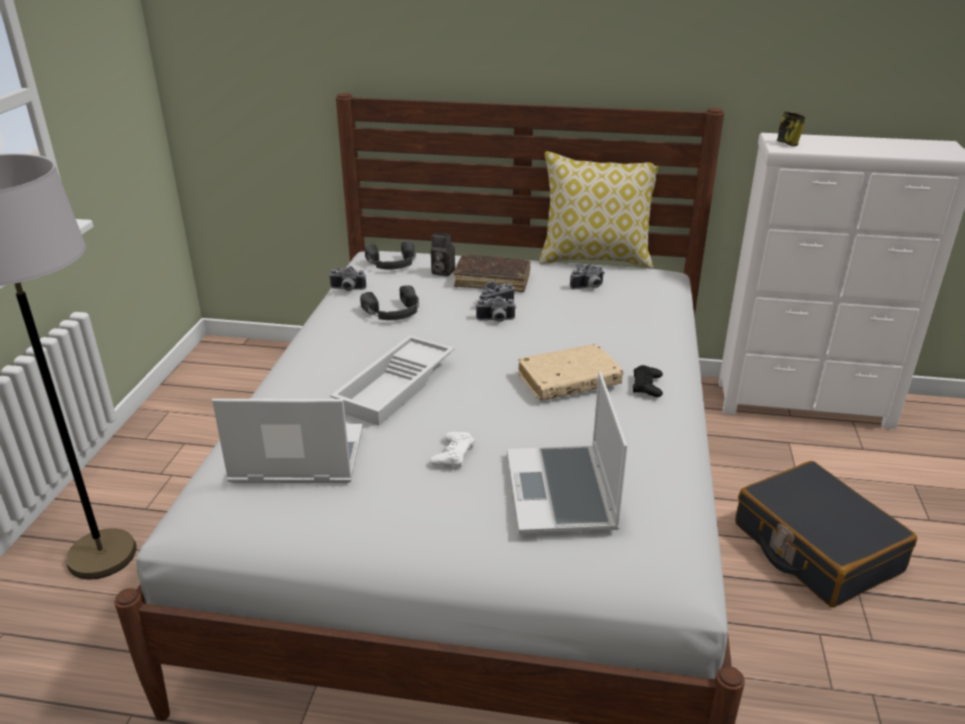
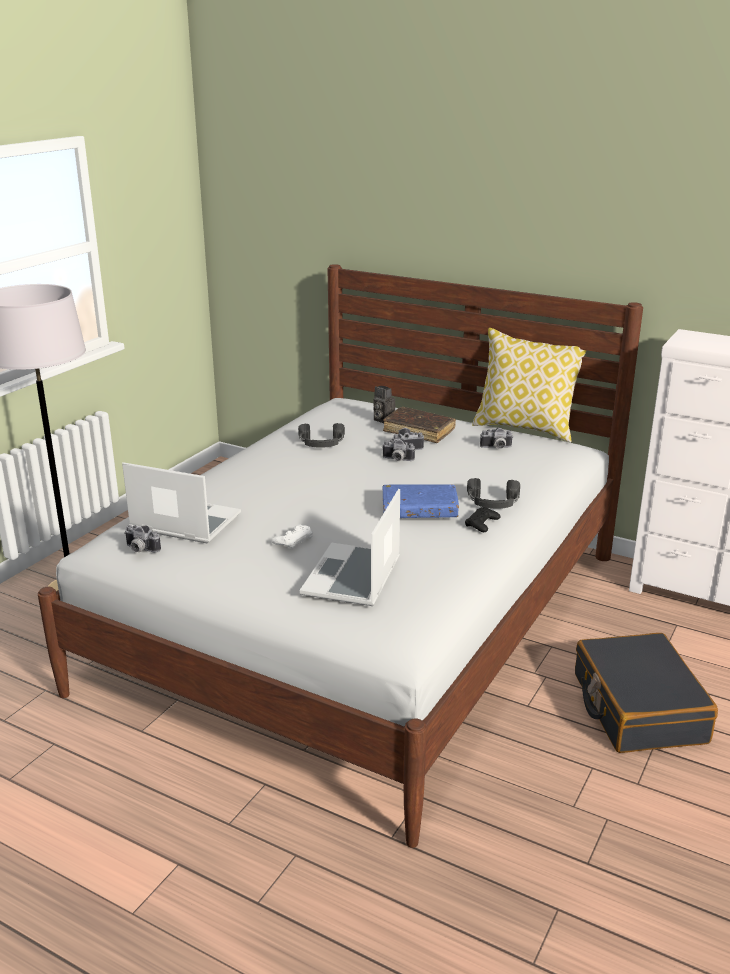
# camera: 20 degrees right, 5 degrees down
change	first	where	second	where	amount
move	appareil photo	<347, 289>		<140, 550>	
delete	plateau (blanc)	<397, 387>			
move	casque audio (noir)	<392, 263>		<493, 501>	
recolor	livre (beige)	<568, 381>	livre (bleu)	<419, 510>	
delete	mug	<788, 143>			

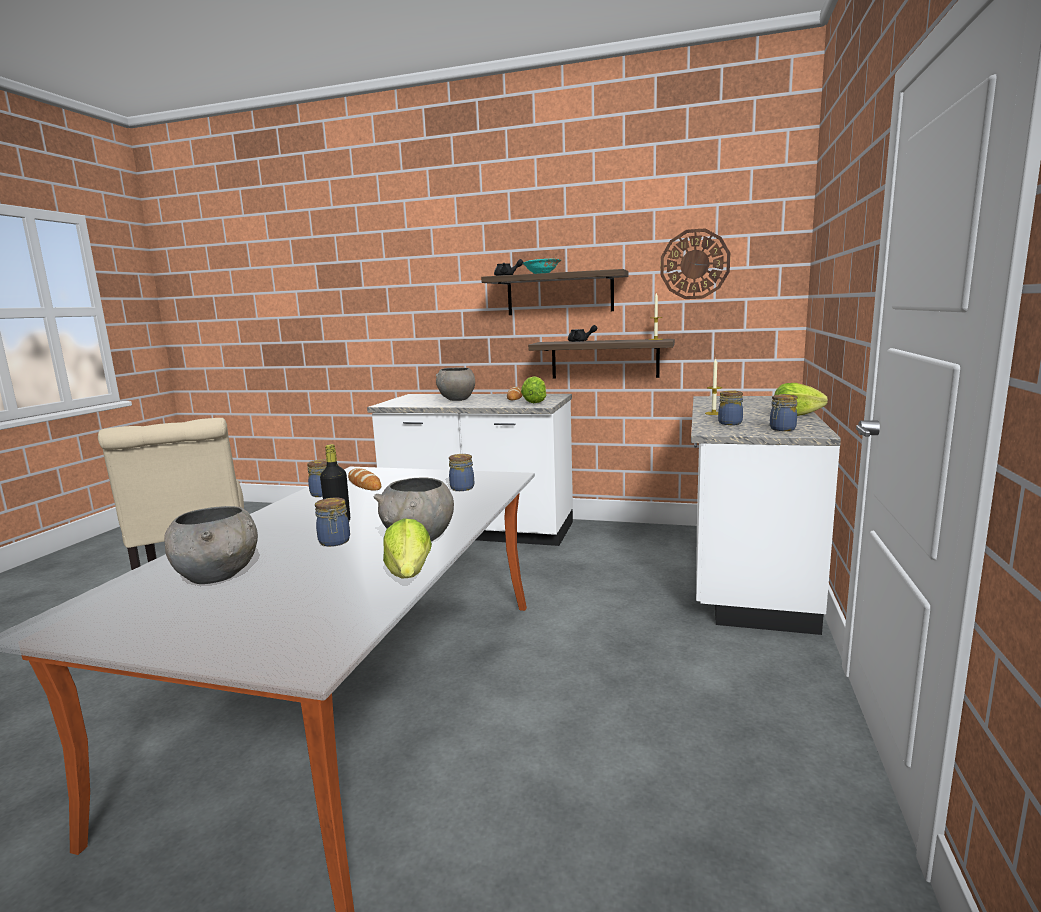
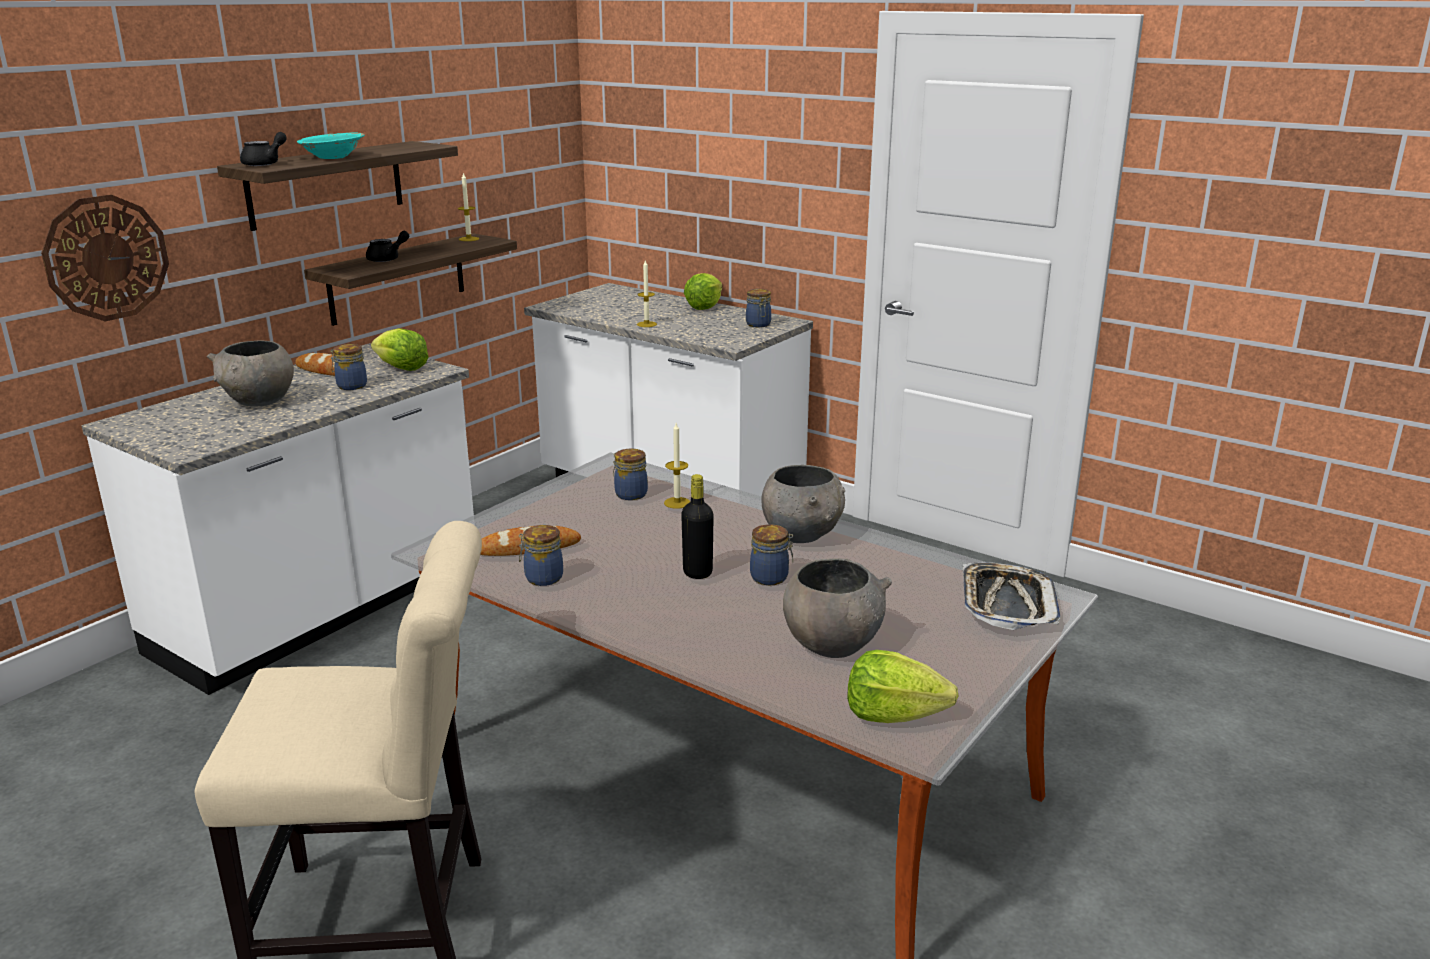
# camera: 70 degrees left, 10 degrees up
change	first	where	second	where	amount
move	laitue	<409, 573>		<893, 715>	
move	horloge murale	<694, 264>		<106, 258>	
move	bocal	<729, 423>		<350, 386>	
insert			bougie	<677, 503>	
insert			plateau	<1006, 604>	

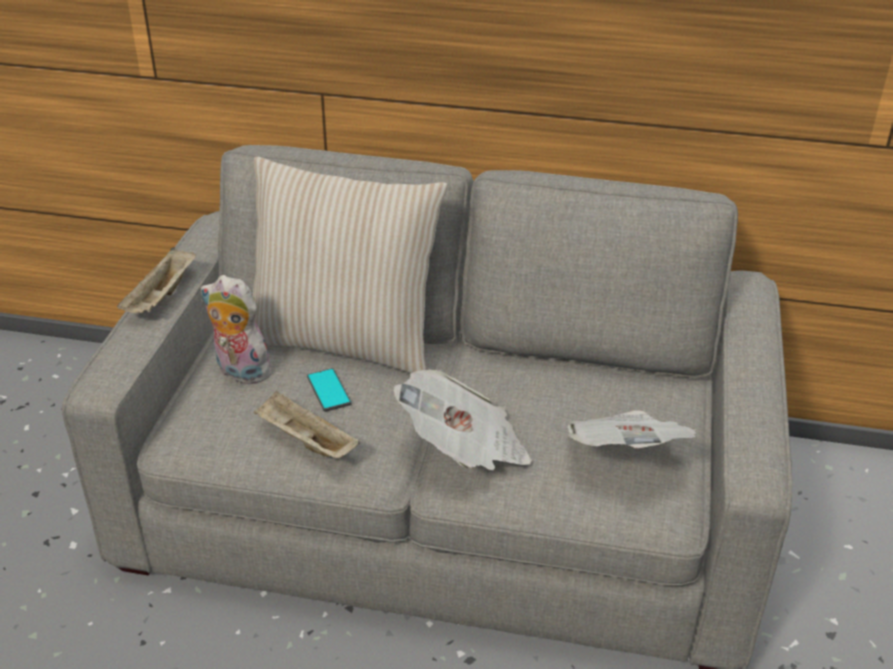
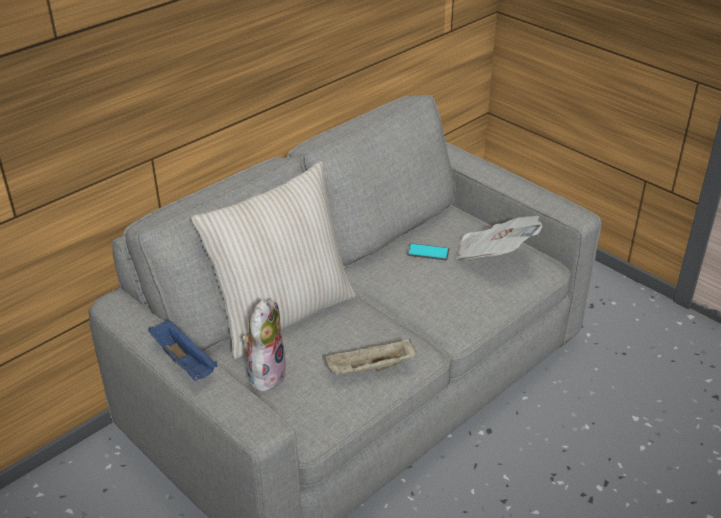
# camera: 55 degrees left, 0 degrees up
change	first	where	second	where	amount
recolor	plateau (beige)	<161, 298>	plateau (bleu)	<185, 362>	
rotate	peluche	<239, 372>		<265, 373>	135 degrees clockwise
move	téléphone	<329, 390>		<428, 252>	
delete	journal	<464, 449>			

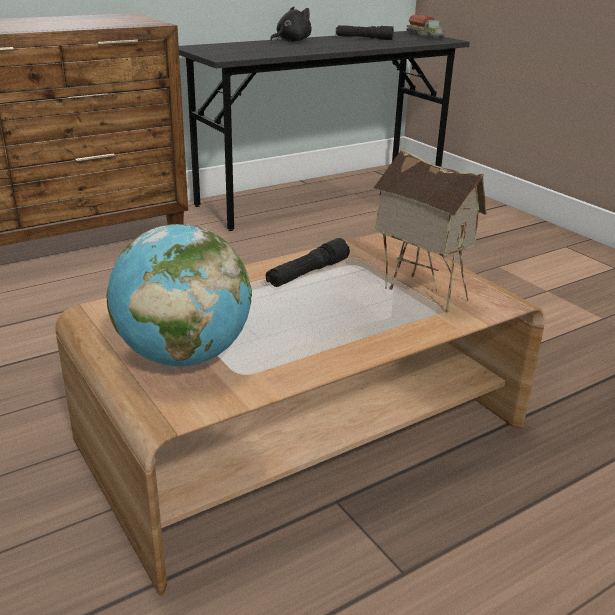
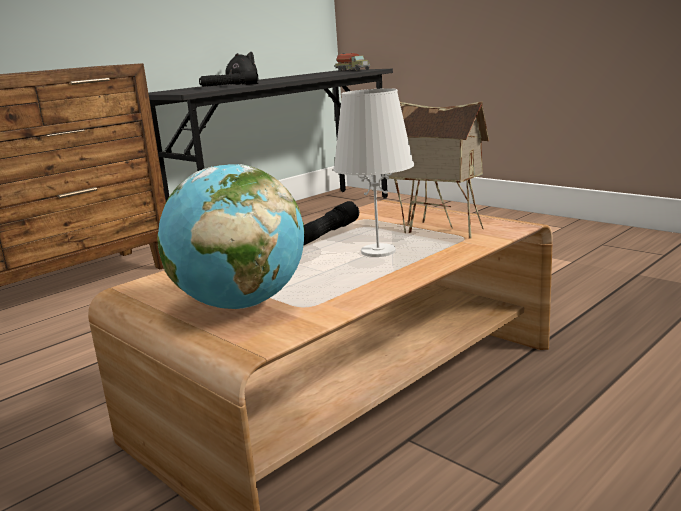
# camera: 10 degrees left, 10 degrees down
change	first	where	second	where	amount
move	lampe de poche (noir)	<364, 38>		<229, 86>	
insert			lampe de table (blanc)	<377, 251>	

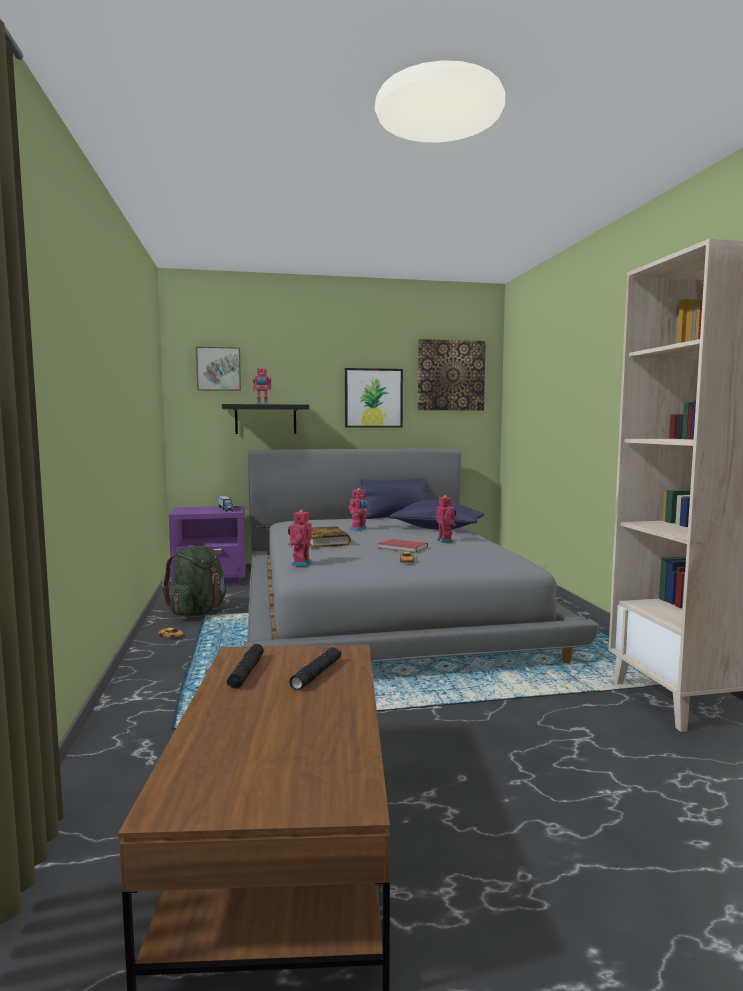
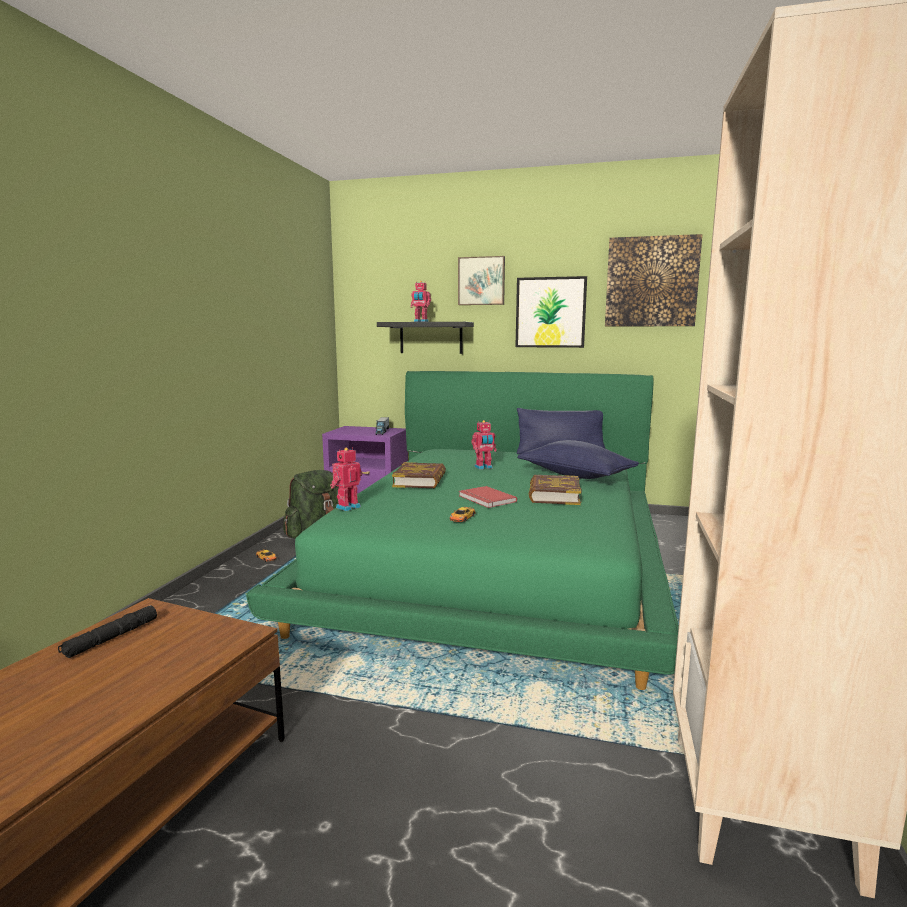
# camera: 25 degrees right, 5 degrees up
change	first	where	second	where	amount
move	tableau	<218, 369>		<481, 281>	
recolor	lit (gris)	<383, 607>	lit (vert)	<496, 560>	
delete	lampe de poche (noir)	<317, 674>			
replace	robot jouet	<445, 541>	livre	<554, 495>	

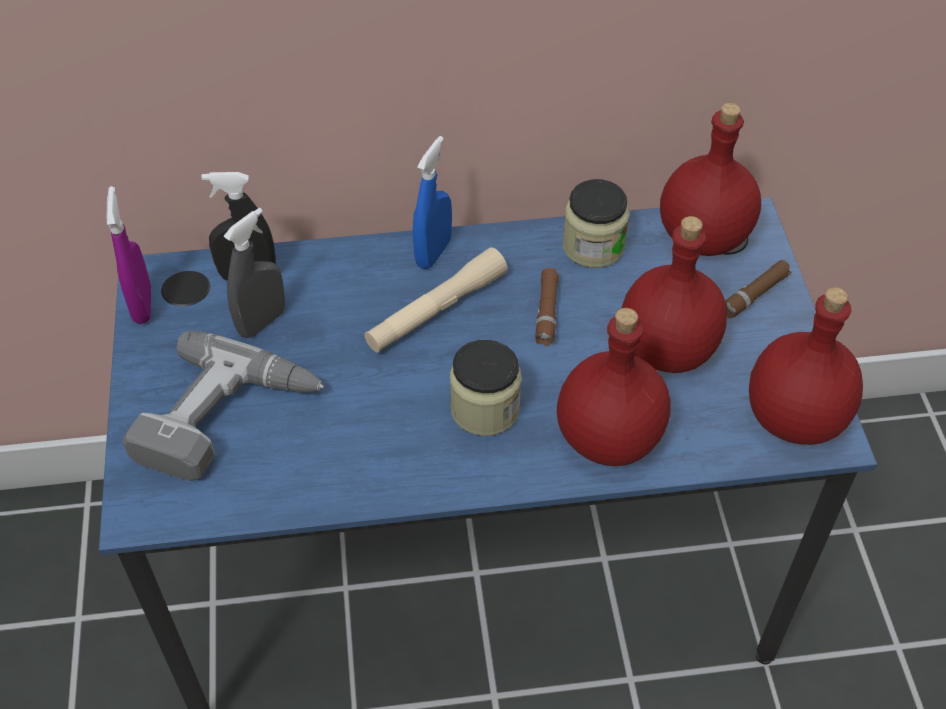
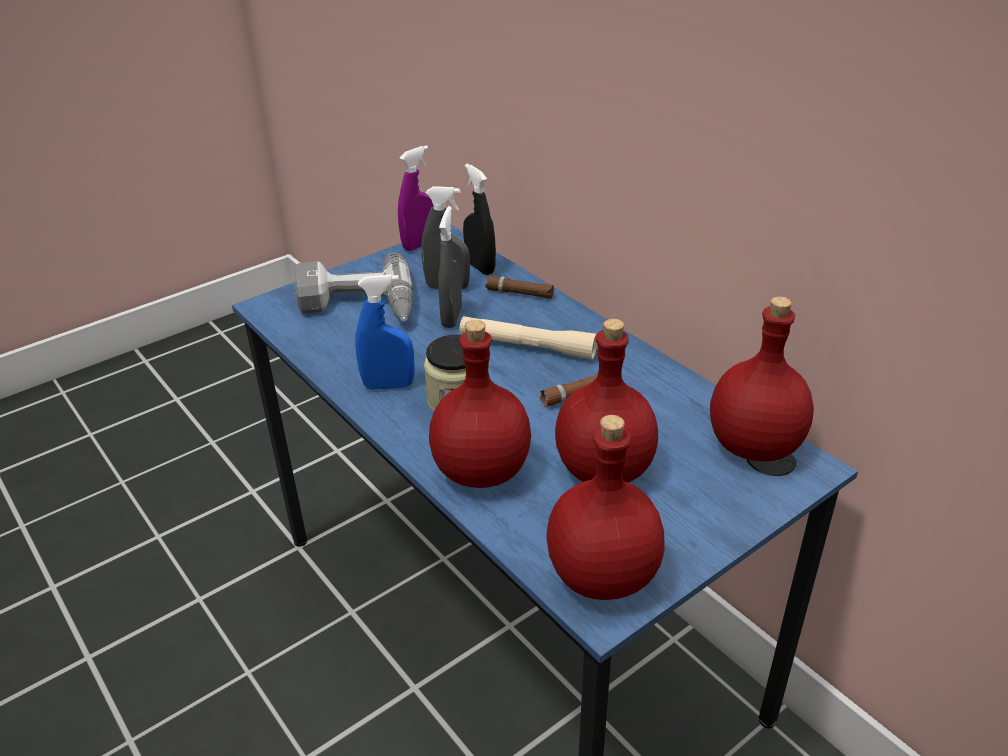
# camera: 60 degrees right, 15 degrees down
change	first	where	second	where	amount
move	vaporisateur (bleu)	<433, 253>		<388, 385>	
delete	bocal	<593, 246>			
move	lampe de poche (marron)	<754, 294>		<519, 293>	
insert			vaporisateur (gris)	<451, 318>	

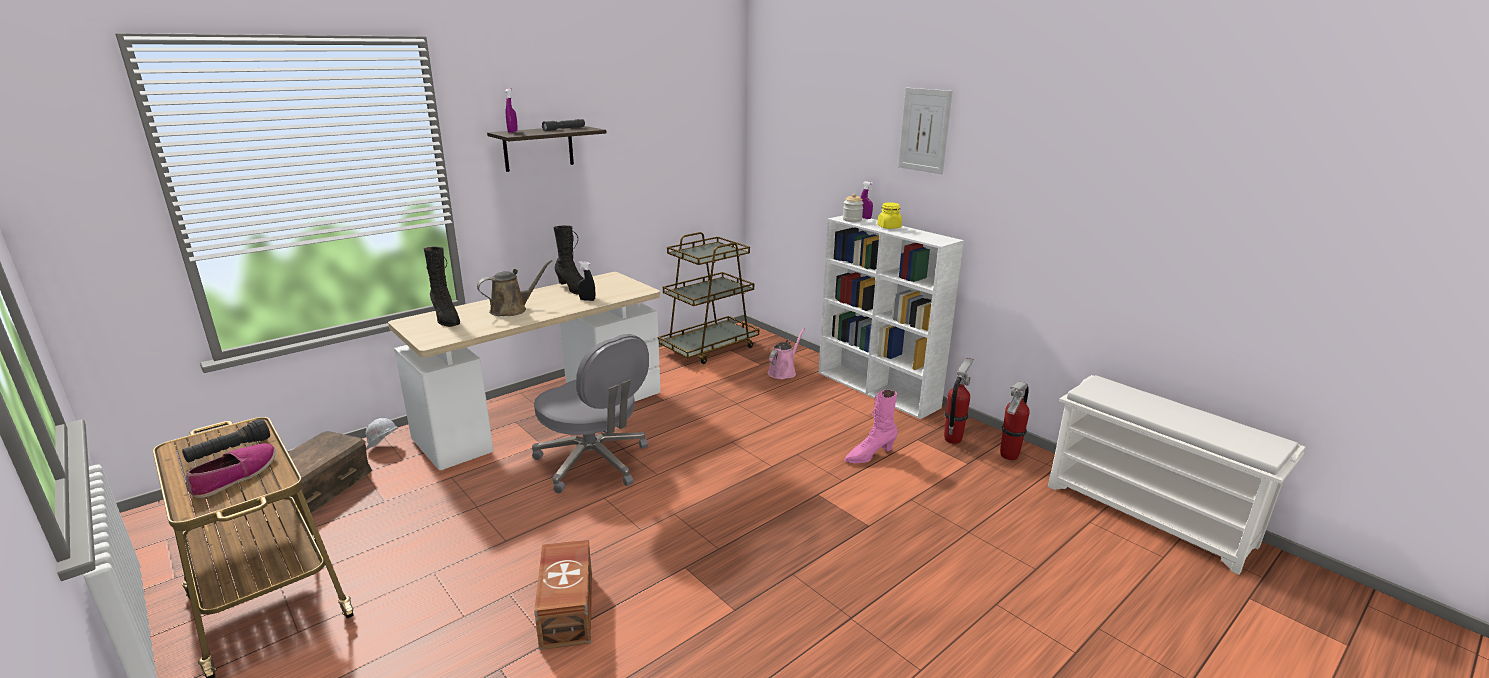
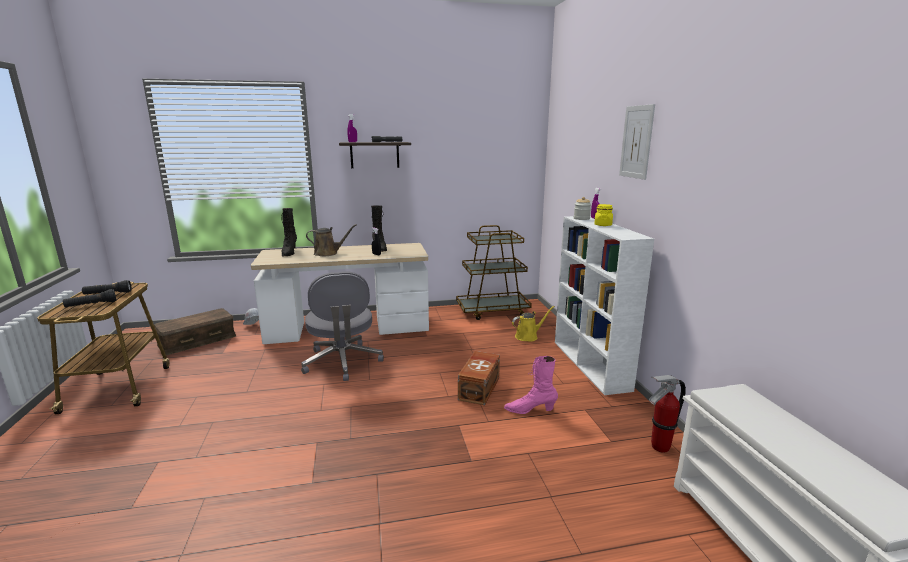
# camera: 30 degrees right, 5 degrees down
change	first	where	second	where	amount
replace	chaussure	<236, 476>	lampe de poche (noir)	<91, 305>	
move	boîte de rangement (marron)	<568, 609>		<480, 388>	
recolor	arrosoir (rose)	<783, 372>	arrosoir (jaune)	<528, 336>	
delete	extincteur	<953, 439>			

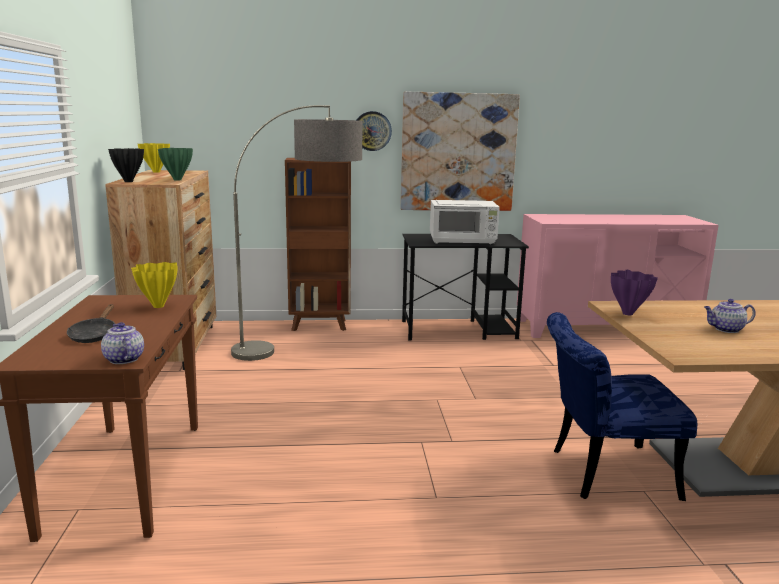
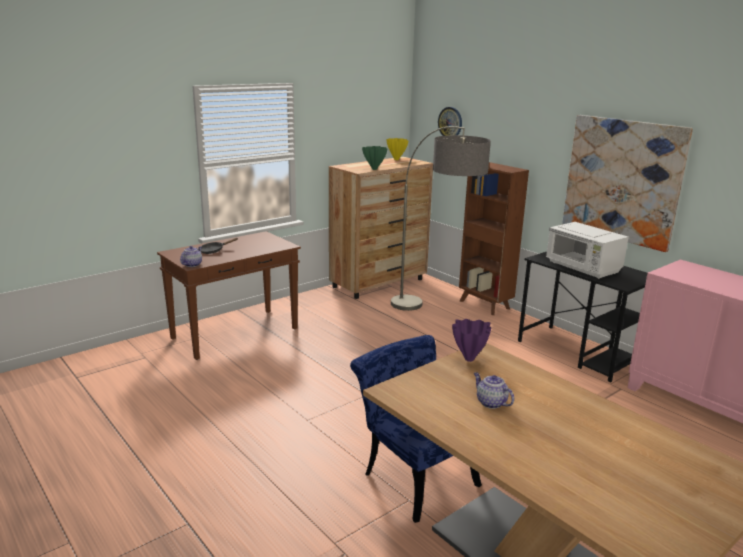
# camera: 55 degrees right, 5 degrees up
change	first	where	second	where	amount
delete	vase (noir)	<129, 181>			
delete	vase (jaune)	<157, 306>			
move	horloge murale	<372, 131>		<450, 122>	

